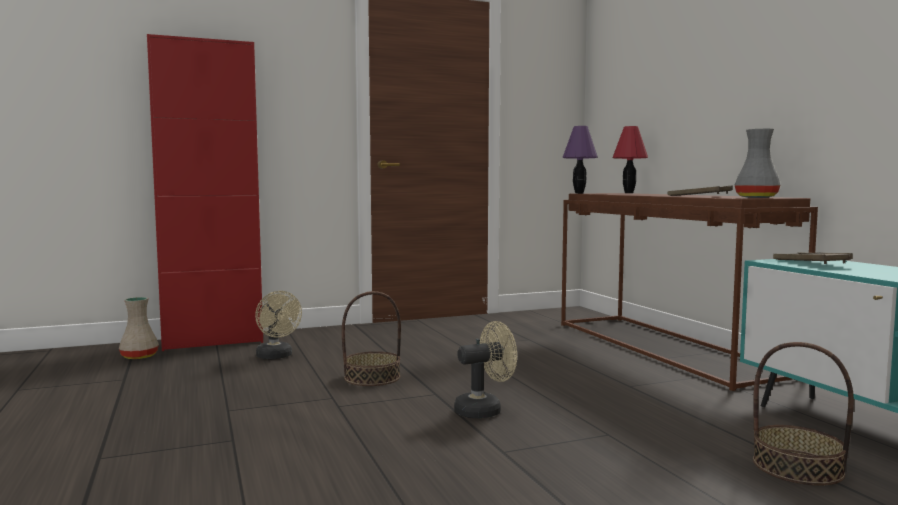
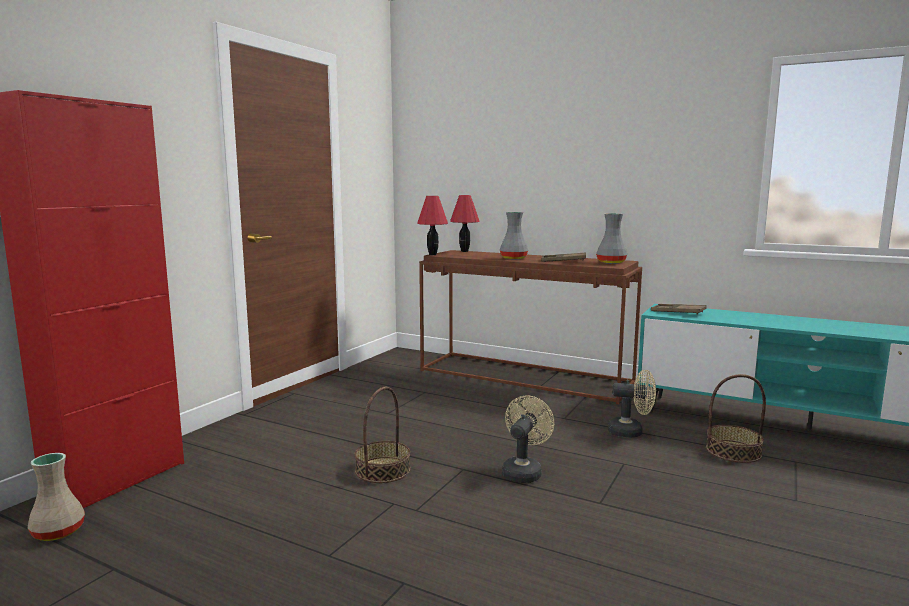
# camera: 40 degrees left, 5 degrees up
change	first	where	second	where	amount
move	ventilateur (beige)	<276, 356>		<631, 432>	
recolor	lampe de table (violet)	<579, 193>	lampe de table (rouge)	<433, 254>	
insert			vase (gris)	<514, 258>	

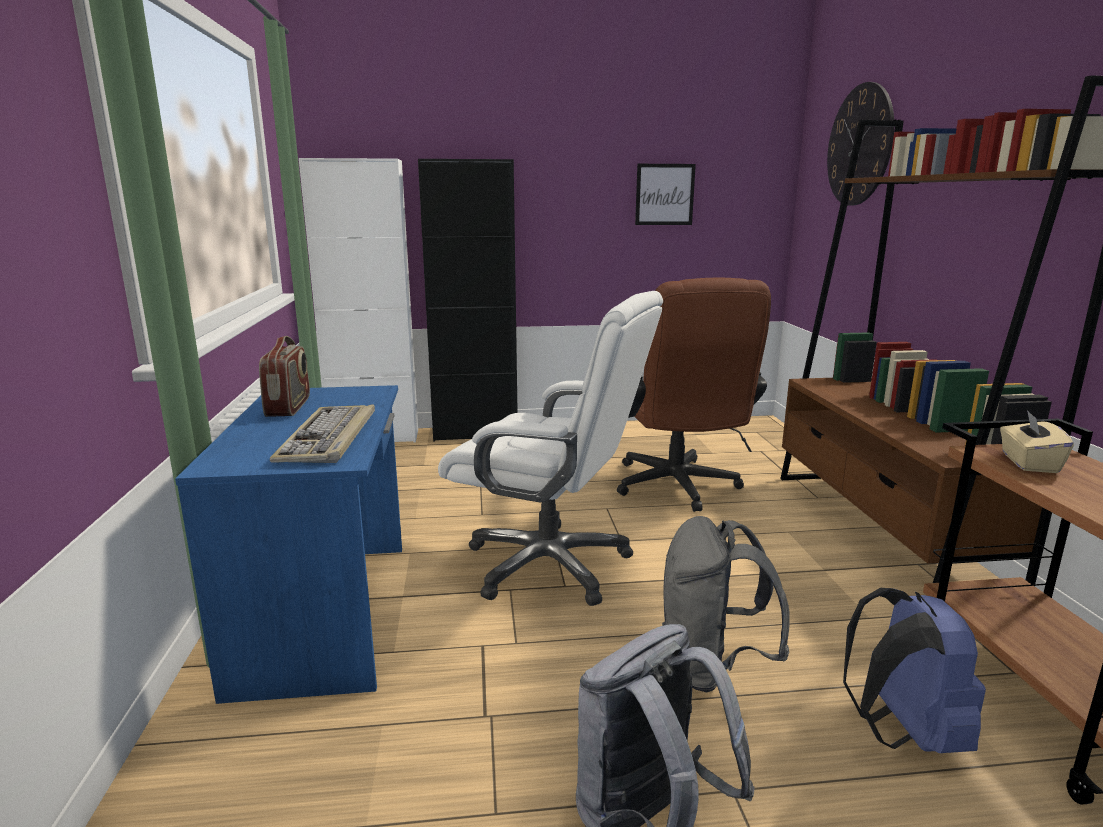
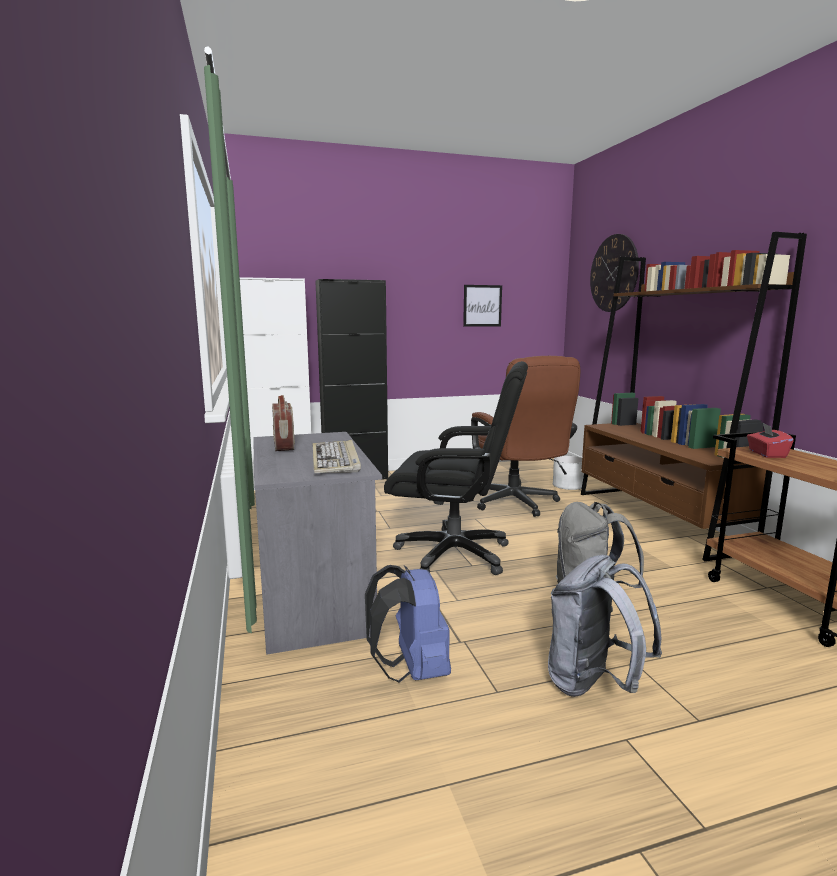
# camera: 10 degrees left, 5 degrees down
change	first	where	second	where	amount
recolor	bureau (bleu)	<329, 612>	bureau (gris)	<315, 594>	
recolor	chaise de bureau (blanc)	<550, 564>	chaise de bureau (noir)	<455, 554>	
move	sac à dos (bleu)	<903, 732>		<412, 671>	
recolor	boîte à mouchoirs (beige)	<1028, 463>	boîte à mouchoirs (rouge)	<766, 454>	
insert			cache-pot (blanc)	<568, 485>	

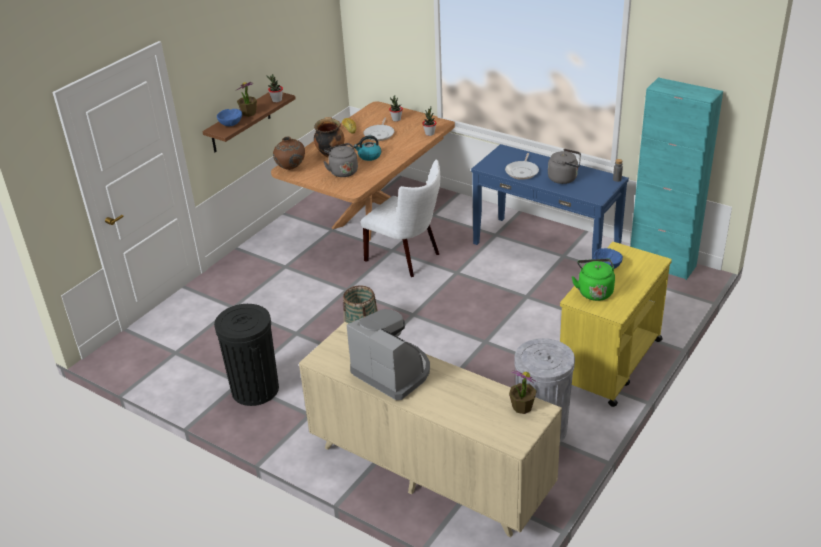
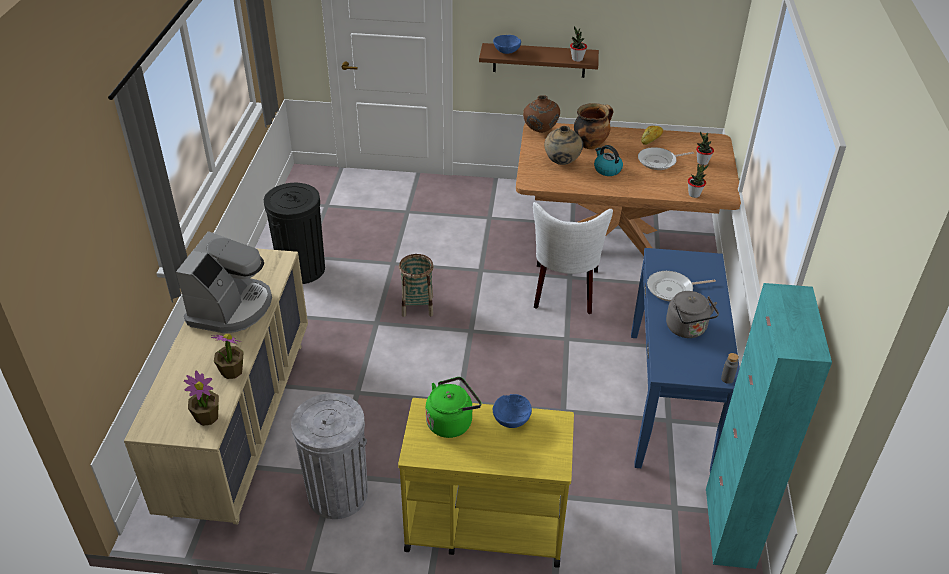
# camera: 60 degrees right, 5 degrees up
change	first	where	second	where	amount
move	plante en pot	<248, 113>		<231, 371>	
replace	bouilloire (gris)	<342, 171>	vase (beige)	<562, 163>	

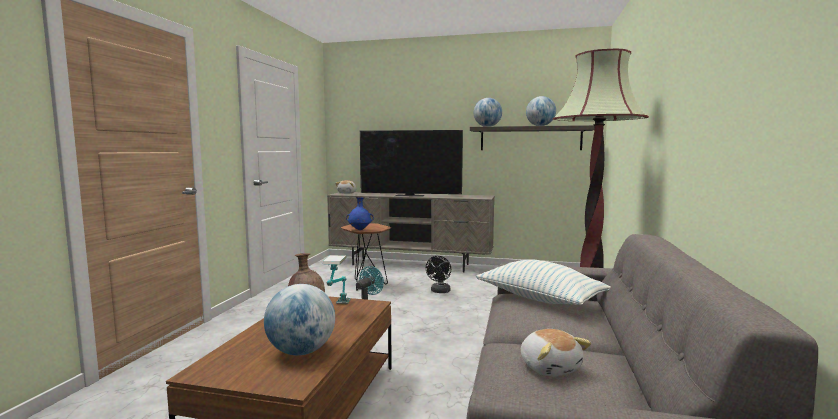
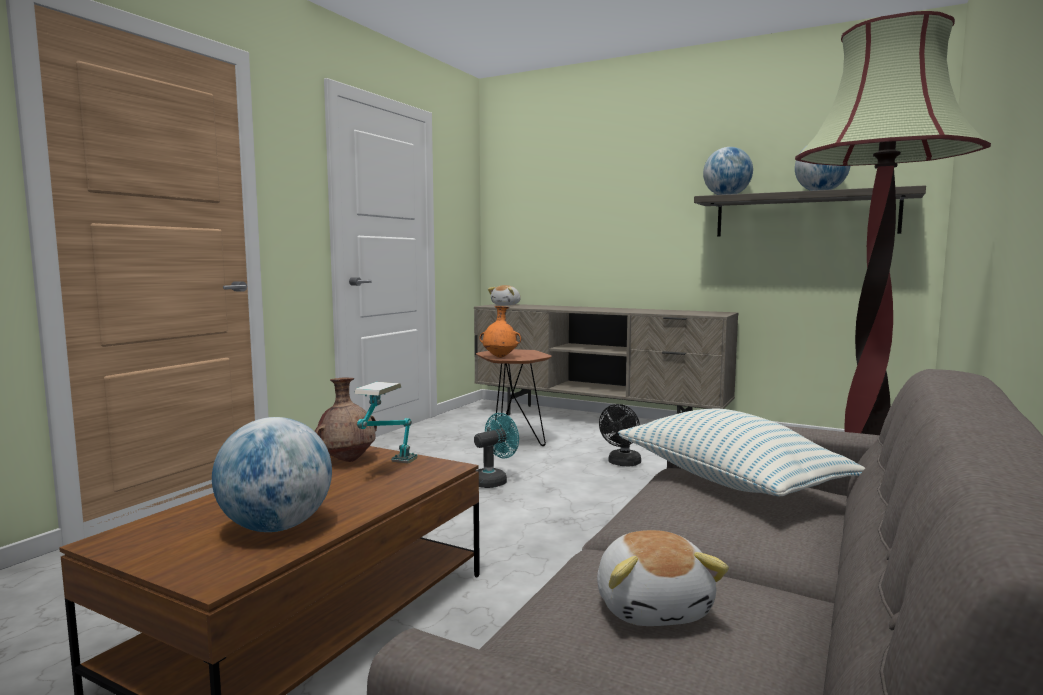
# camera: 15 degrees right, 0 degrees up
change	first	where	second	where	amount
recolor	vase (bleu)	<360, 229>	vase (orange)	<500, 357>	
delete	téléviseur	<410, 195>			

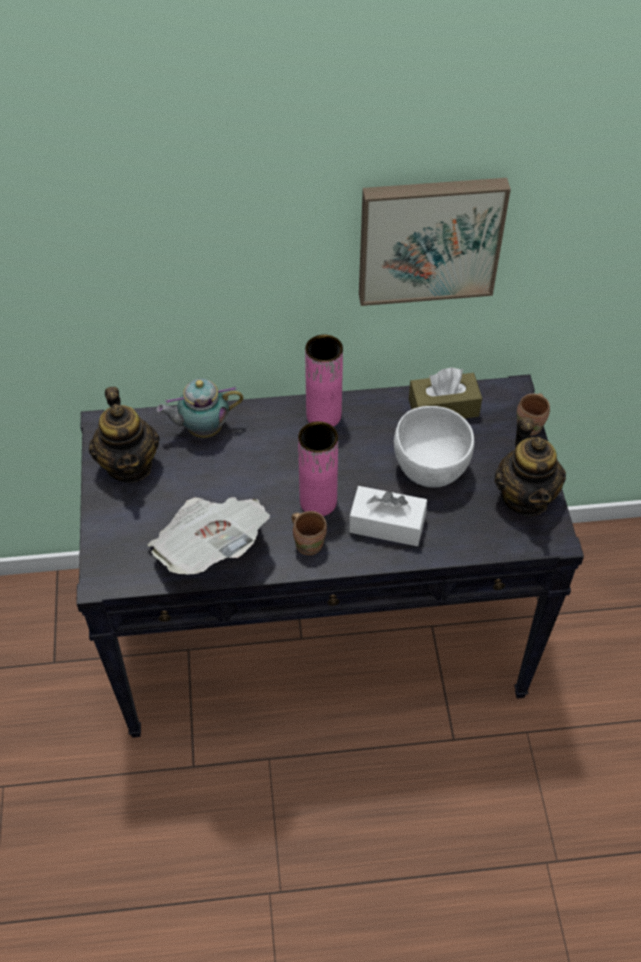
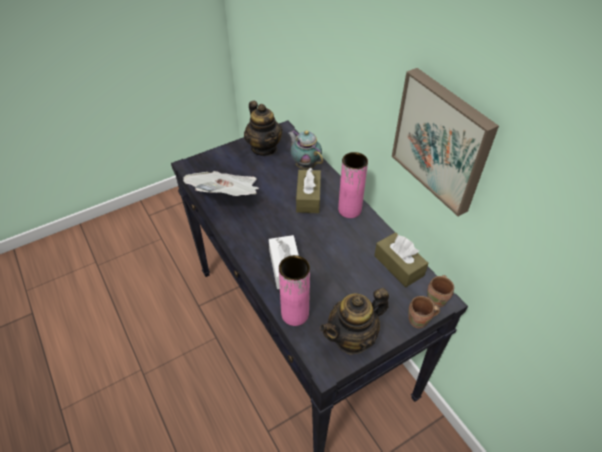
# camera: 65 degrees right, 5 degrees down
change	first	where	second	where	amount
rotate	théière	<129, 465>		<264, 148>	75 degrees counterclockwise
move	mug (marron)	<309, 543>		<437, 299>	
move	vase (rose)	<318, 502>		<295, 314>	
delete	bol (blanc)	<430, 468>			
insert			boîte à mouchoirs (marron)	<308, 197>	

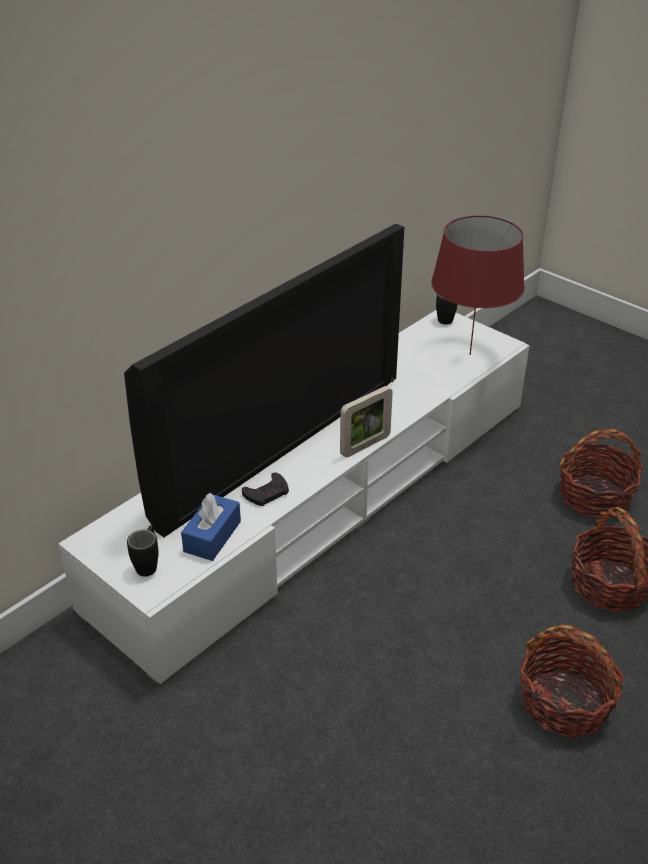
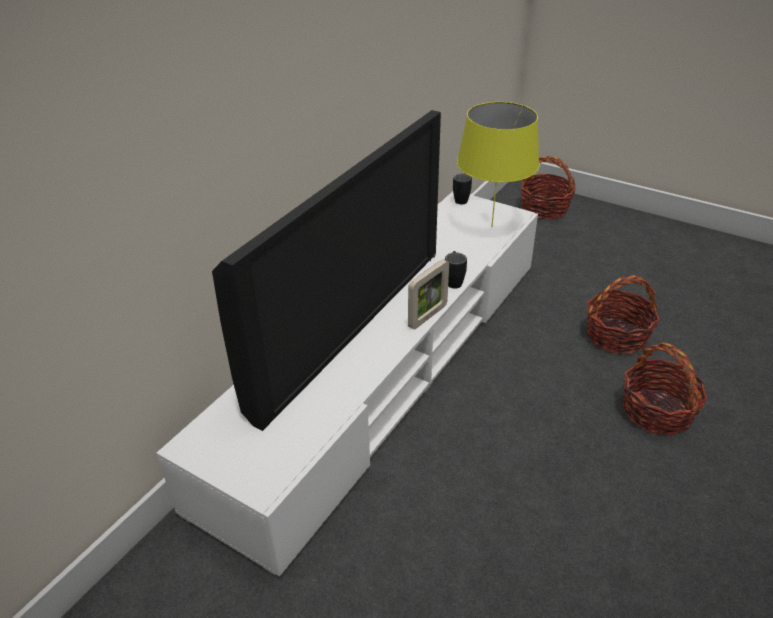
# camera: 10 degrees left, 0 degrees up
change	first	where	second	where	amount
move	mug (noir)	<148, 564>		<454, 281>	
delete	boîte à mouchoirs (bleu)	<212, 536>			
delete	manette (noir)	<267, 493>			
recolor	lampe de table (rouge)	<469, 354>	lampe de table (jaune)	<491, 226>	
move	panier	<565, 702>		<544, 208>	

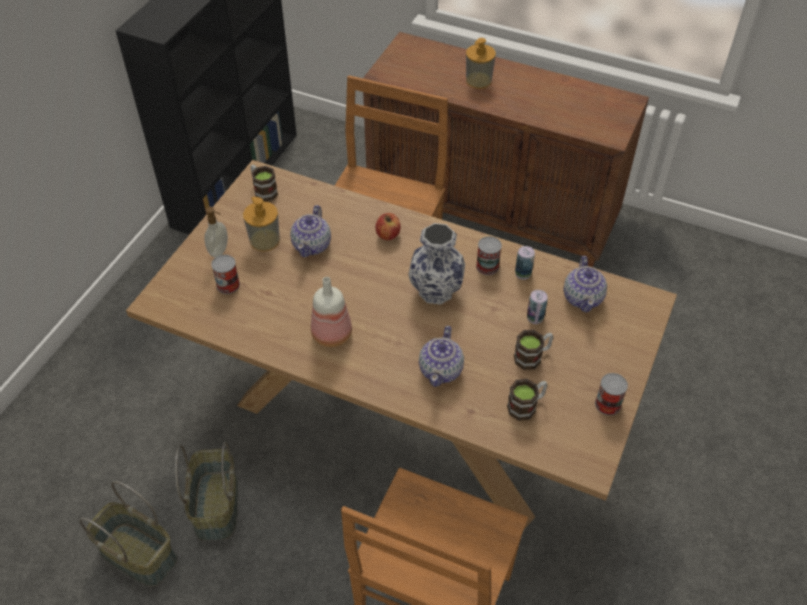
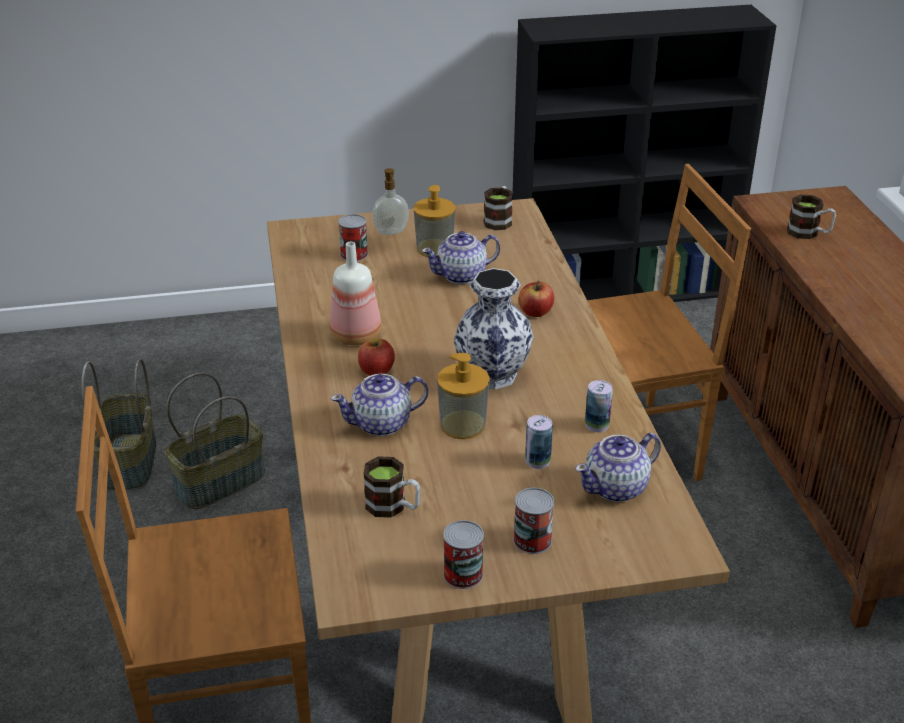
# camera: 55 degrees right, 15 degrees down
change	first	where	second	where	amount
move	distributeur de savon	<478, 80>		<463, 425>	
move	boîte métallique	<487, 266>		<532, 540>	
move	mug	<532, 356>		<809, 233>	
insert			pomme	<376, 370>	

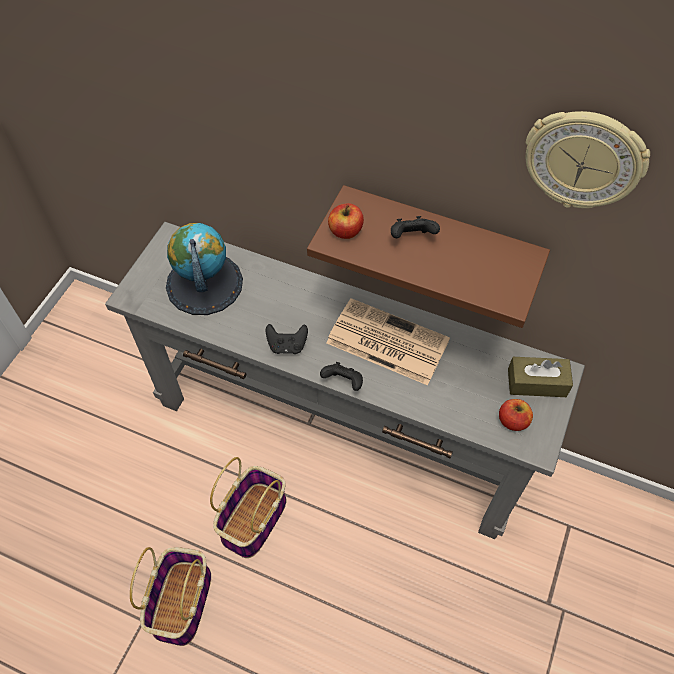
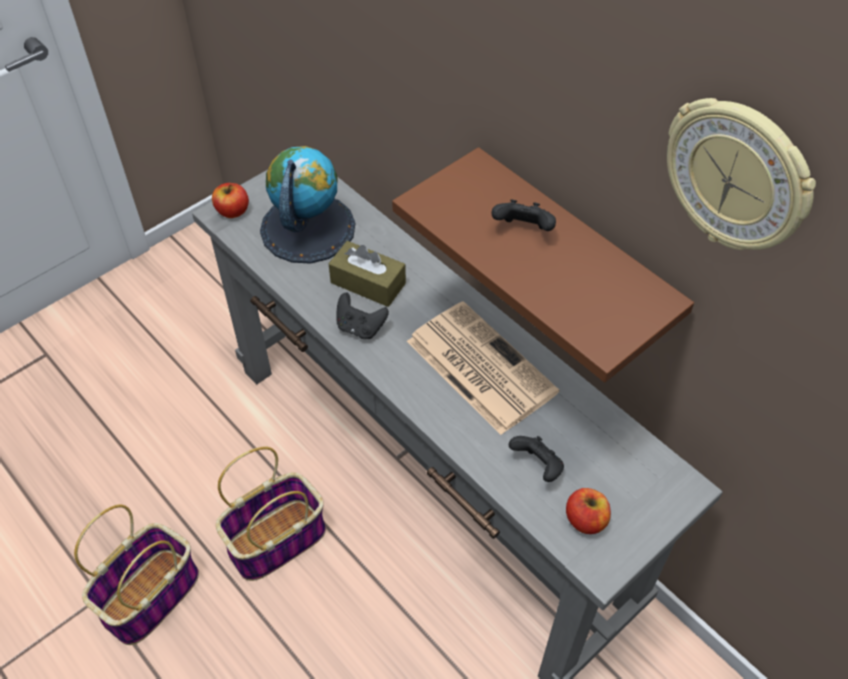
# camera: 25 degrees right, 5 degrees down
change	first	where	second	where	amount
move	manette (noir)	<343, 382>		<537, 466>	
move	pomme	<345, 231>		<232, 211>	
move	boîte à mouchoirs (marron)	<536, 383>		<368, 283>	

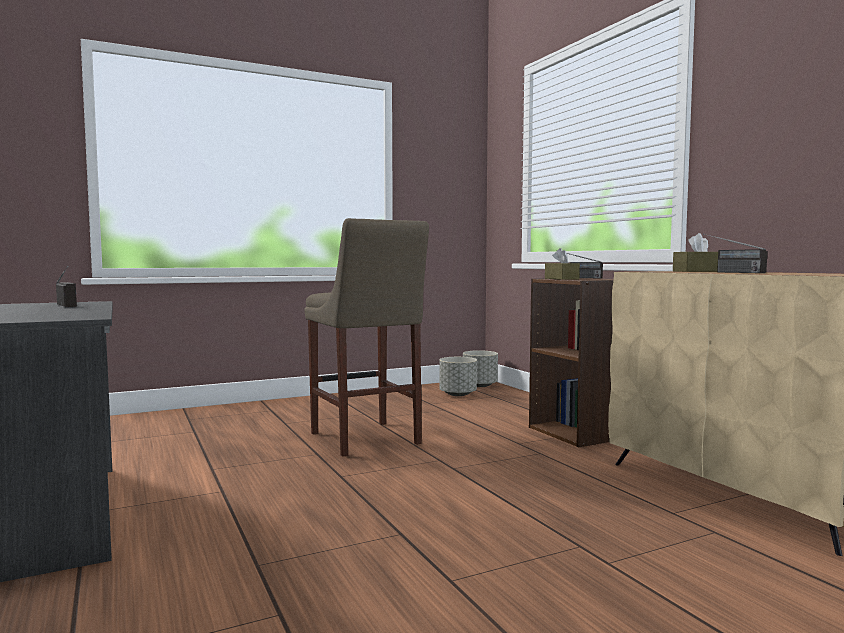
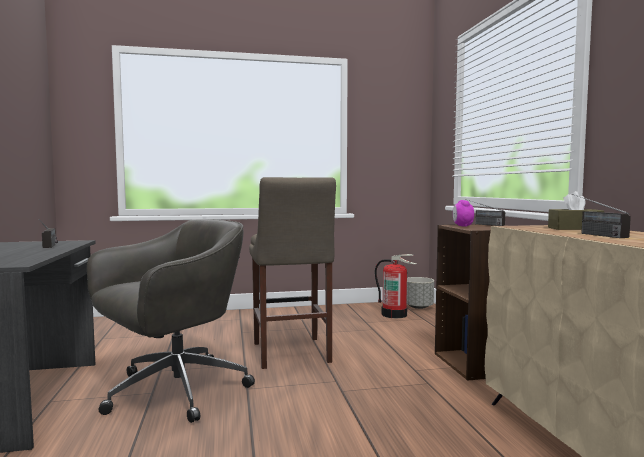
# camera: 15 degrees right, 0 degrees up
change	first	where	second	where	amount
replace	cache-pot (gris)	<458, 394>	extincteur	<394, 314>	
replace	boîte à mouchoirs (marron)	<561, 279>	réveil	<462, 226>	
insert			chaise de bureau (gris)	<173, 391>	

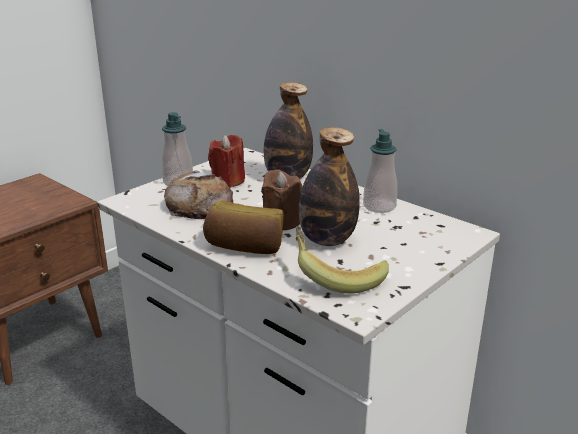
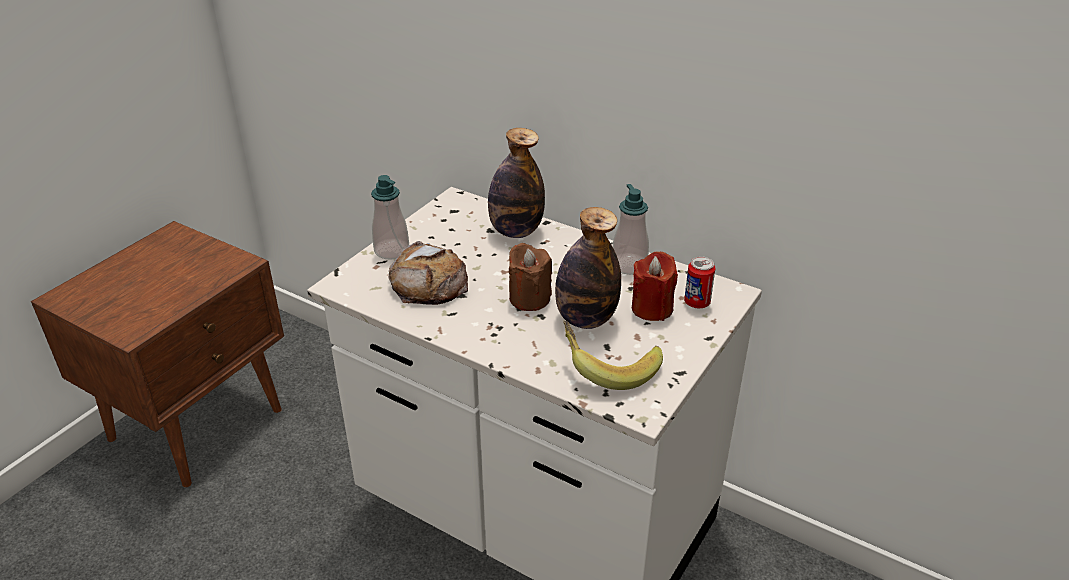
# camera: 10 degrees left, 10 degrees up
change	first	where	second	where	amount
delete	pain	<245, 247>			
move	bougie (rouge)	<228, 181>		<652, 308>	
insert			boîte métallique	<697, 303>	

